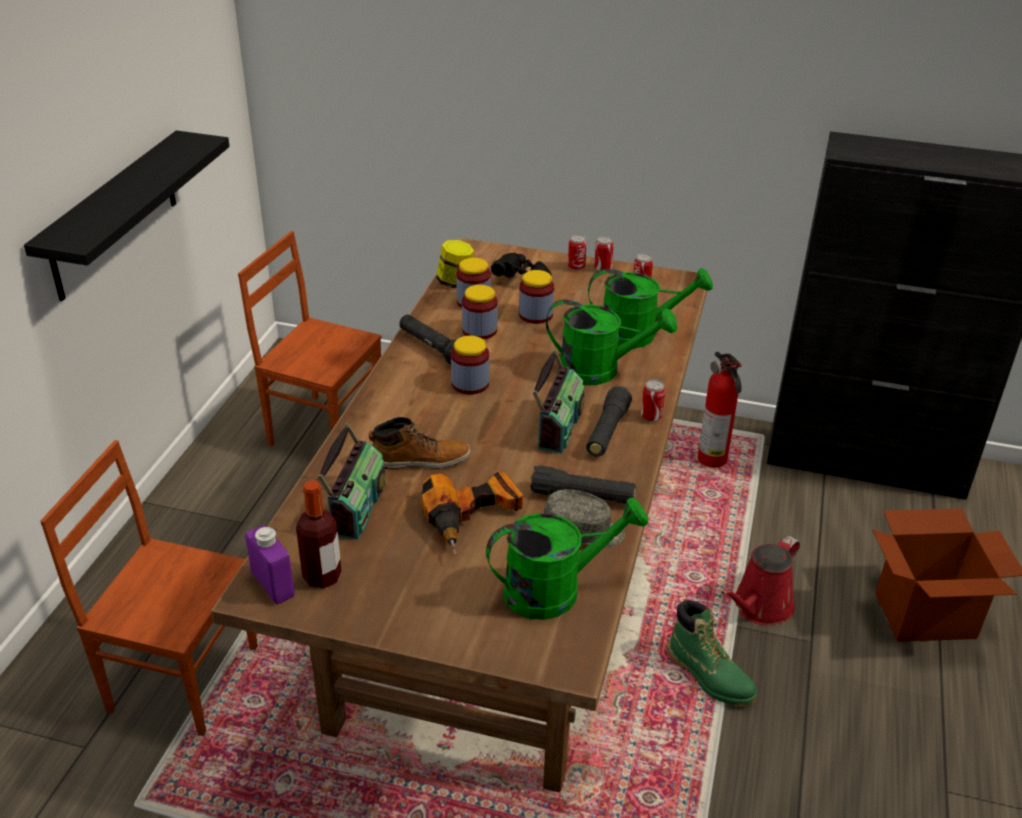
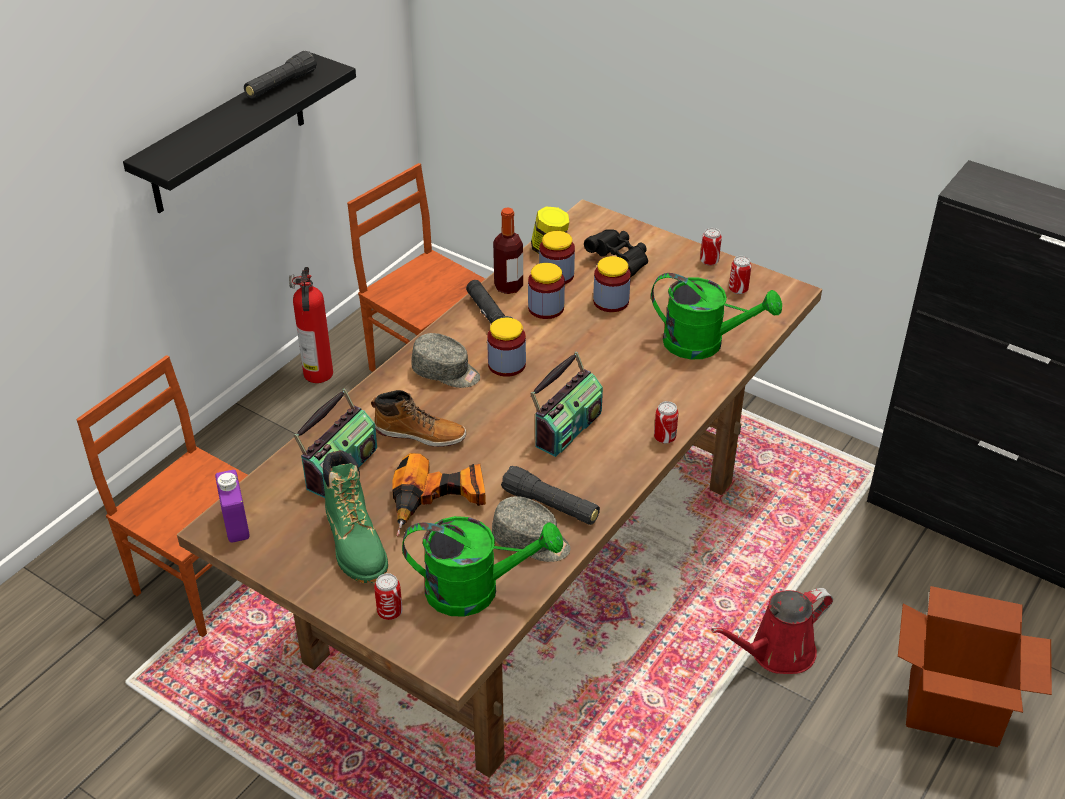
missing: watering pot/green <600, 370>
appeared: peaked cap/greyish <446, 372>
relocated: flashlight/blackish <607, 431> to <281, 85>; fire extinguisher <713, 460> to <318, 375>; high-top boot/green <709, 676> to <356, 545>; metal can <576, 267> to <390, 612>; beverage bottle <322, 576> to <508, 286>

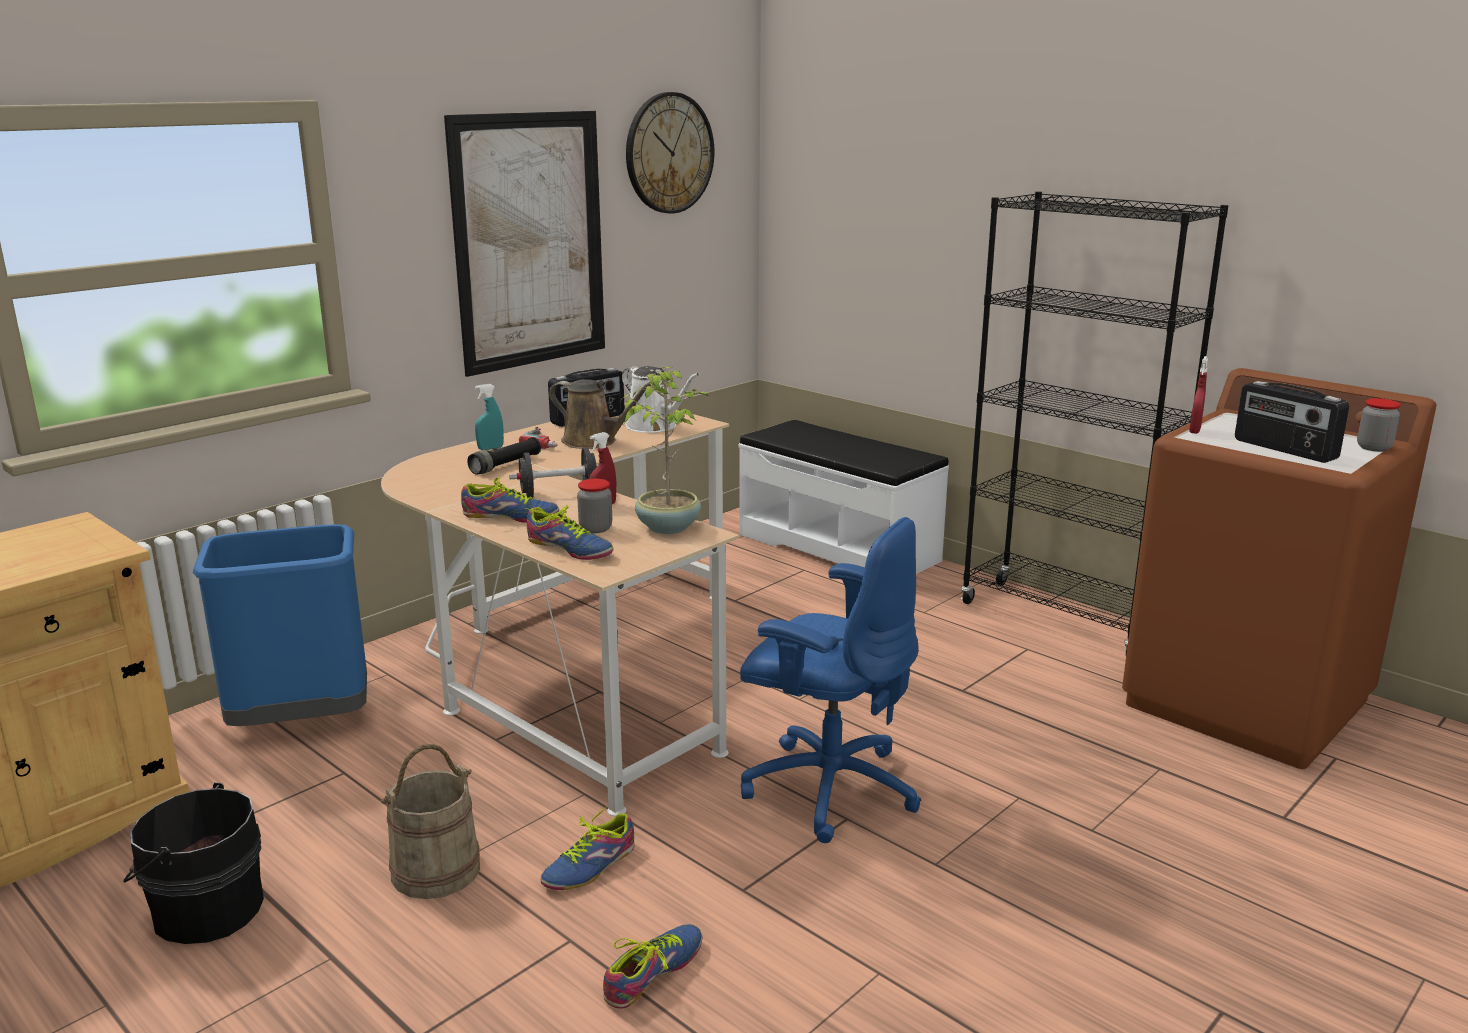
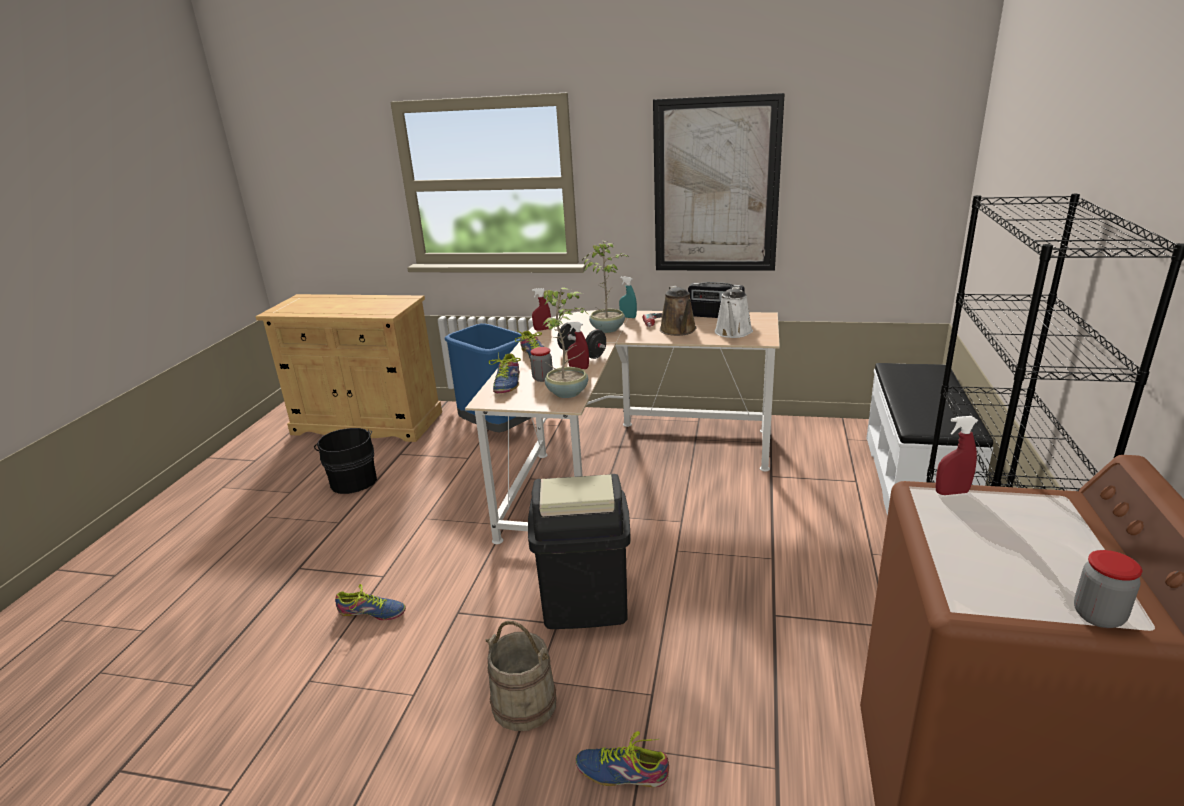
missing: clock on the wall <669, 153>; radio <1284, 450>
appeared: spray bottle/reddish <542, 329>
relocated: pail/sand-coloured <436, 870> to <524, 703>; item of footwear <590, 866> to <622, 772>
exchanged: desk chair/bluish <828, 787> to trash can/blackish <584, 602>; flashlight/blackish <506, 465> to potted plant <608, 329>

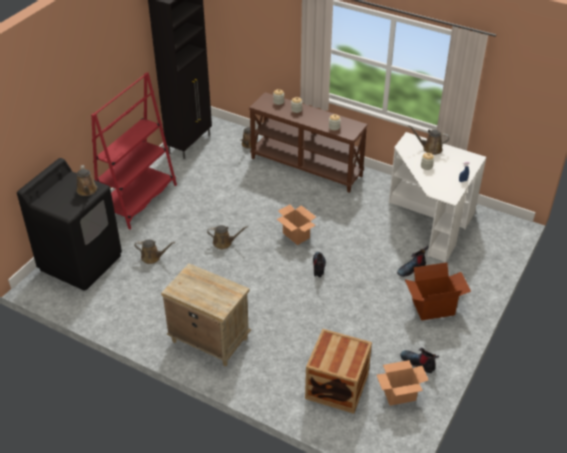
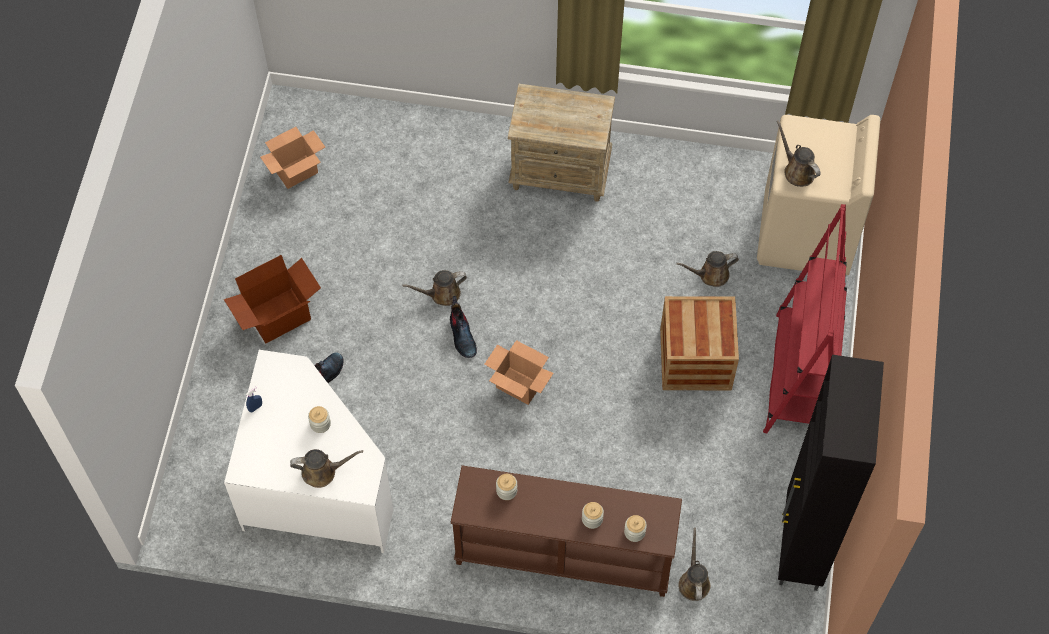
missing: high-top boot <418, 363>
relocated: watering pot/brownish <224, 243> to <442, 294>; packing crate <337, 386> to <695, 359>
colour: laundry machine/blackish <81, 262> to laundry machine/sand-coloured <806, 234>

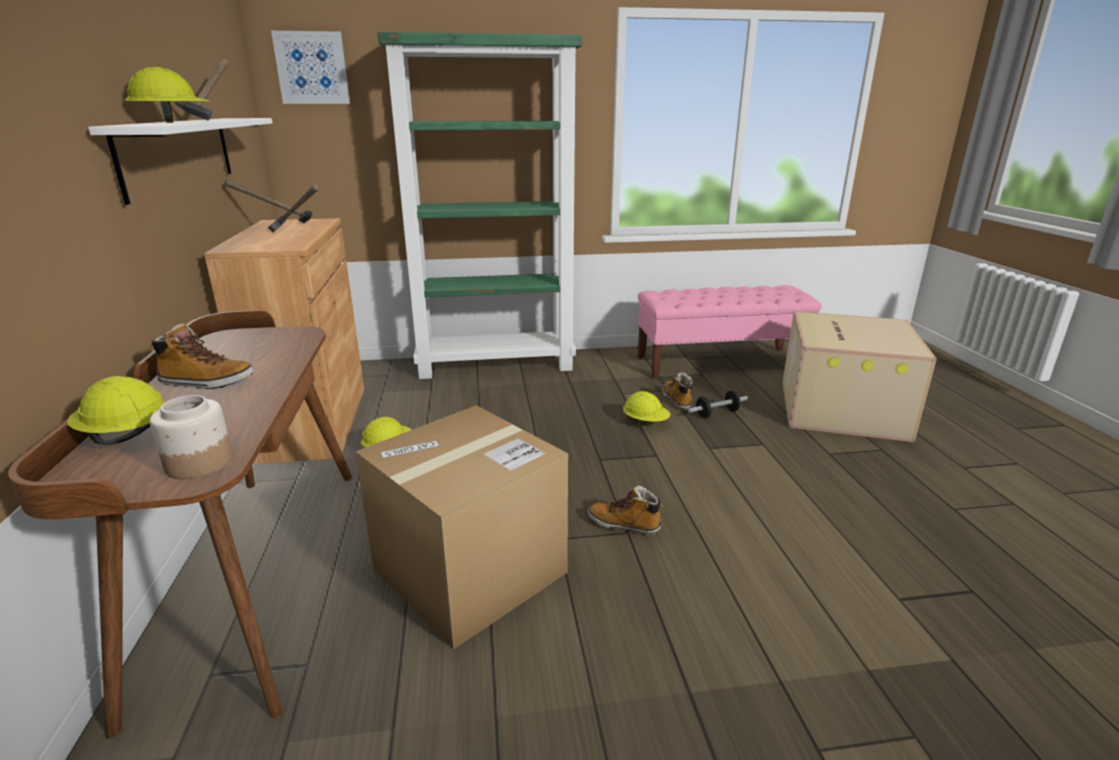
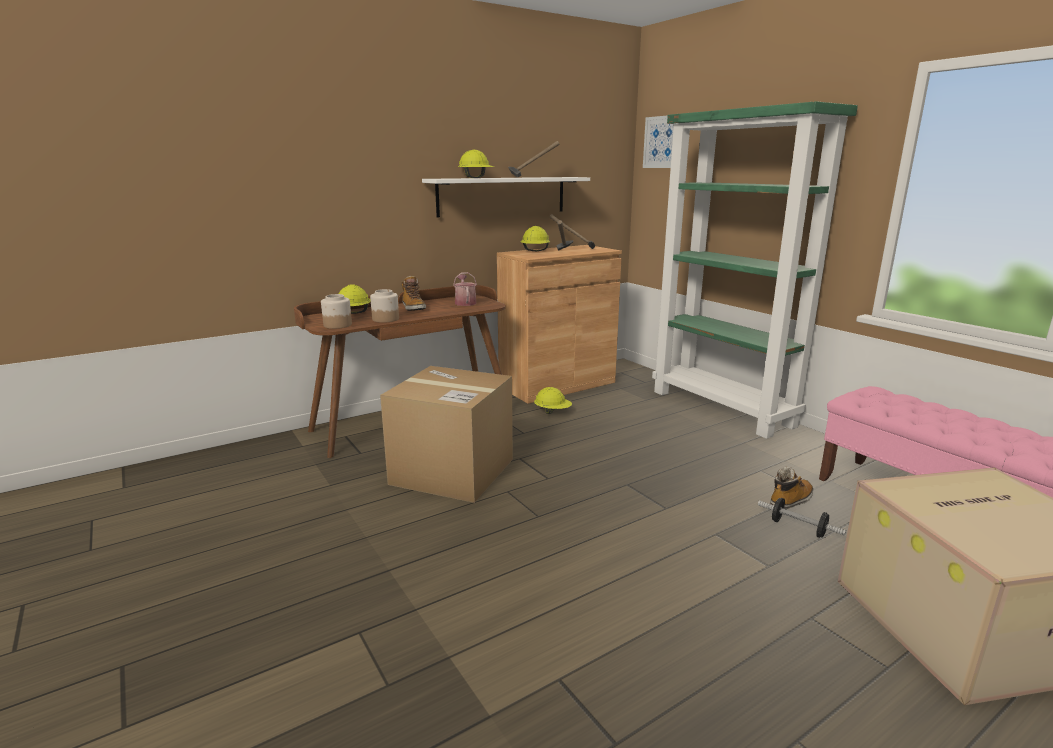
missing: high-top boot <624, 525>
appeared: preserve jar <386, 319>; watering pot <465, 302>
relocated: work helmet/yellowish <645, 422> to <535, 251>

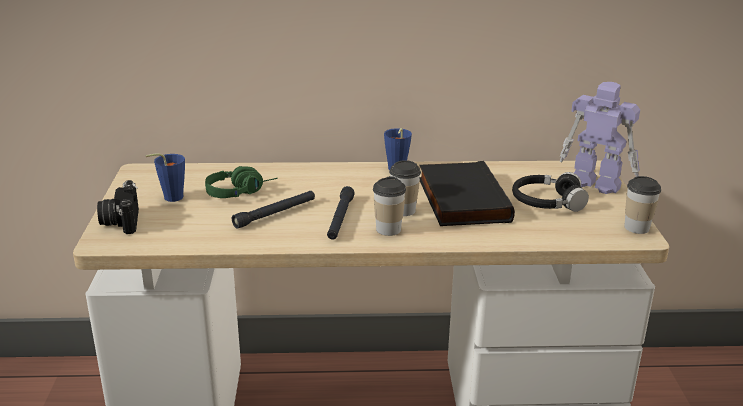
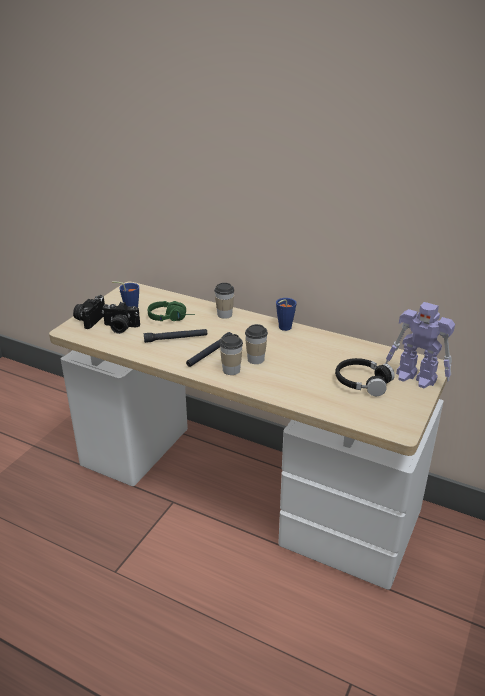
missing: bound book/blackish <460, 199>
appeared: still camera <120, 328>
relocated: small cup <636, 227> to <224, 314>
spun: robot figure <594, 183> = <416, 378> 150 degrees clockwise

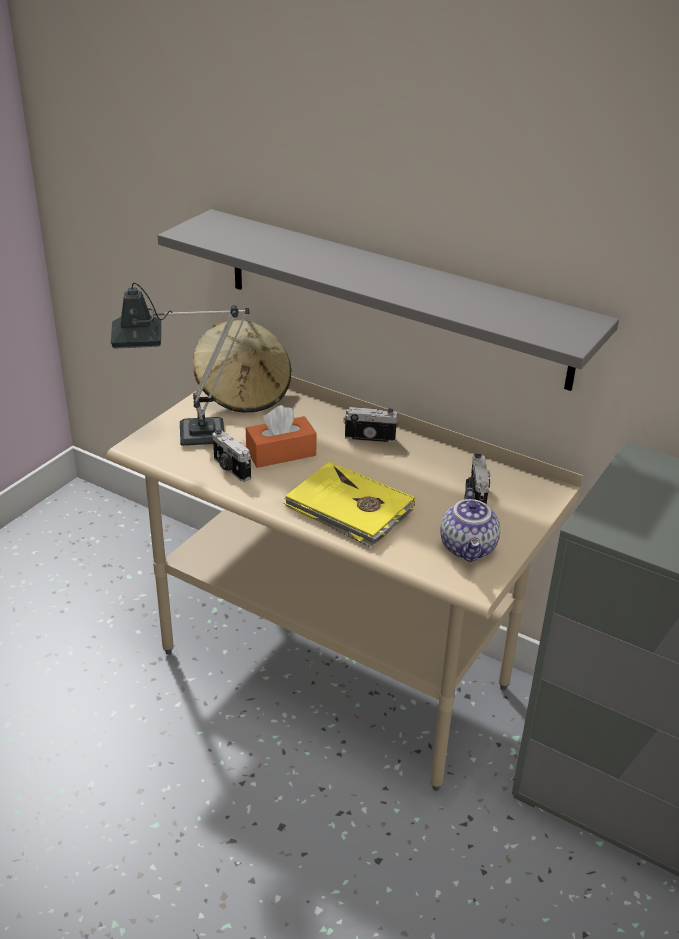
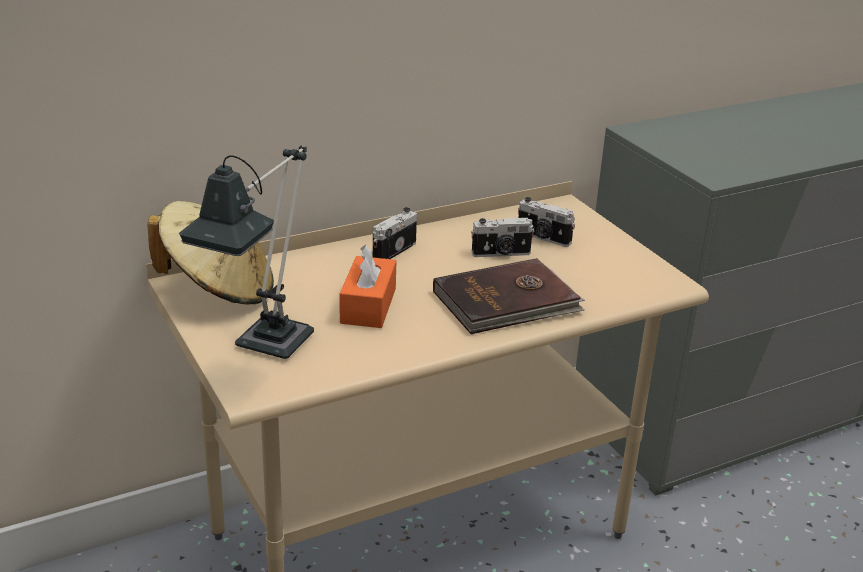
missing: wall shelf/greyish <393, 297>; teapot <469, 548>
relocated: still camera <230, 469> to <501, 254>
colour: bound book/yellowish <349, 509> to bound book/brownish <507, 302>

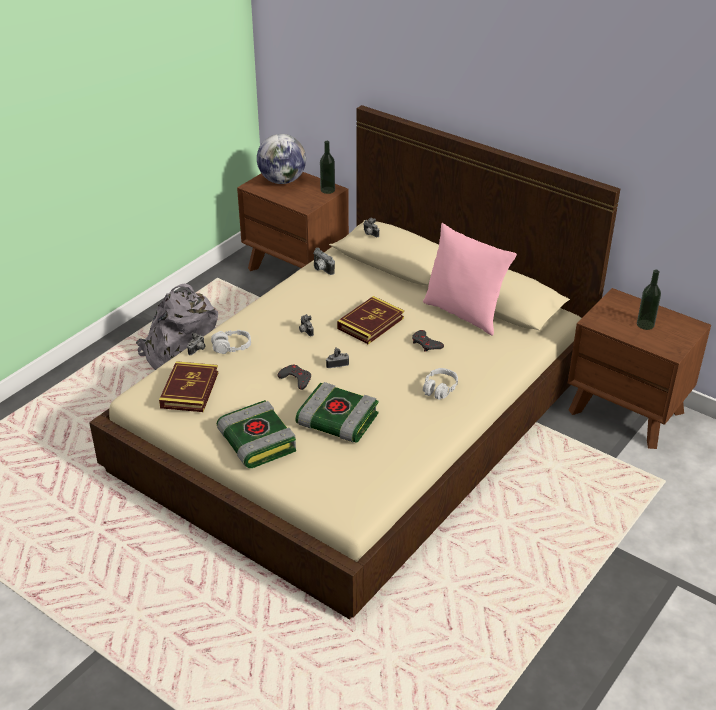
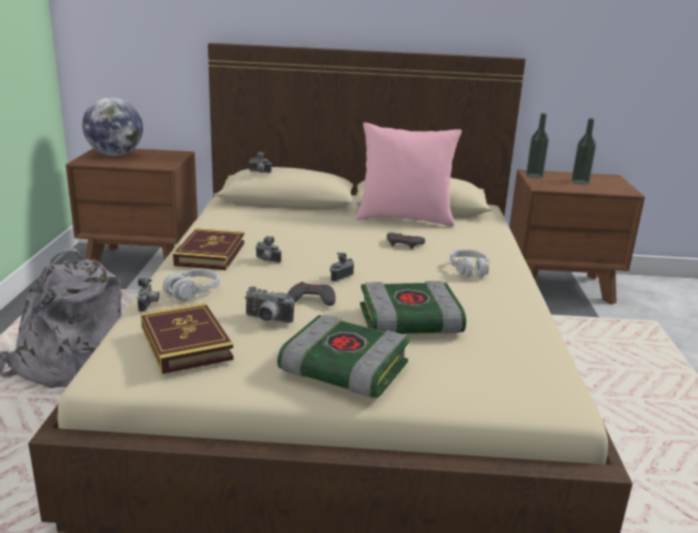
relocated: bound book <370, 323> to <210, 254>; still camera <321, 269> to <267, 320>; beverage bottle <327, 190> to <534, 176>

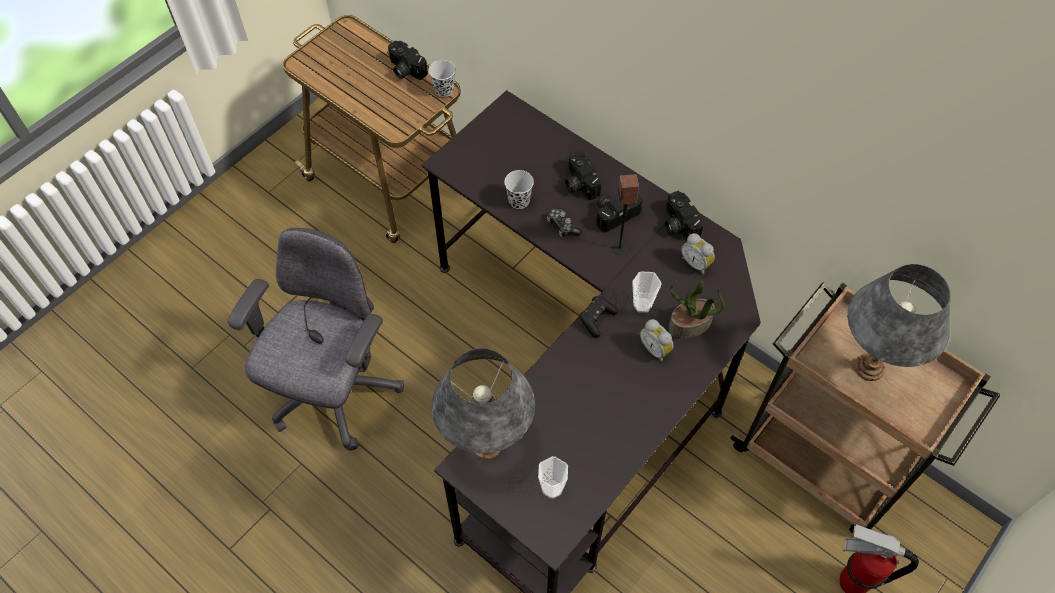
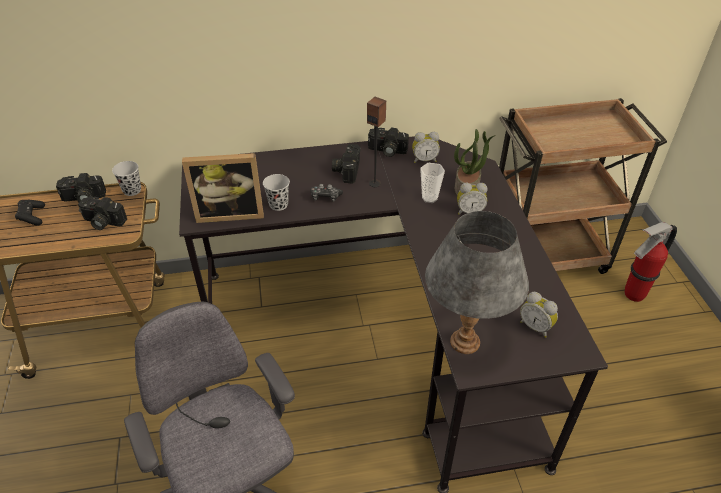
missing: table lamp/greyish <869, 368>
appeared: photo frame <230, 213>
relocated: gamepad/blackish <596, 319> to <32, 217>; still camera <578, 183> to <102, 222>
exchanged: small cup <552, 488> to alarm clock <535, 326>

